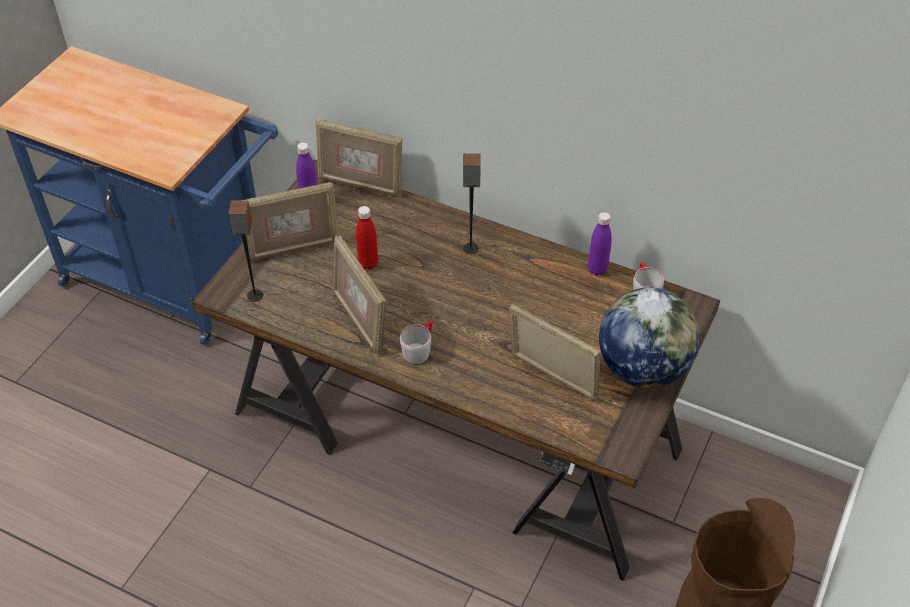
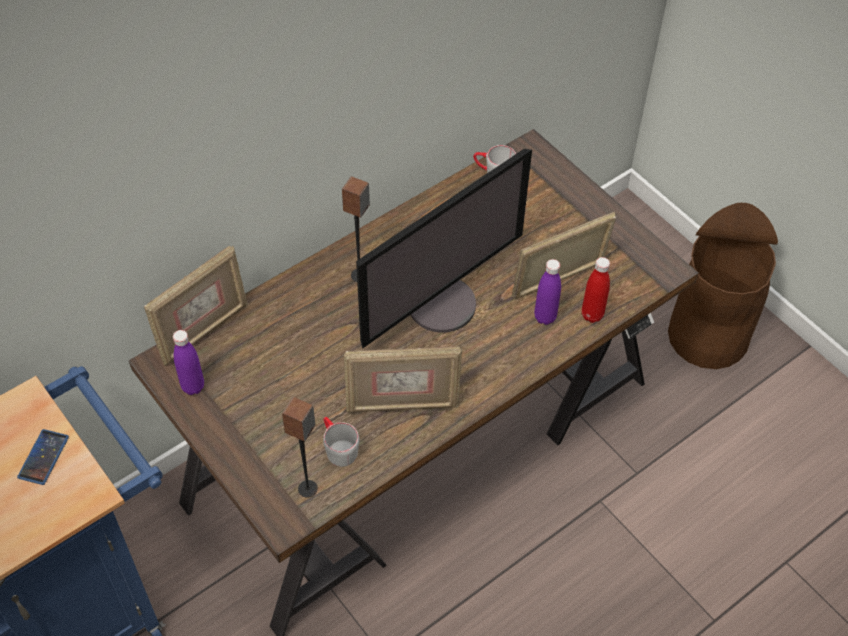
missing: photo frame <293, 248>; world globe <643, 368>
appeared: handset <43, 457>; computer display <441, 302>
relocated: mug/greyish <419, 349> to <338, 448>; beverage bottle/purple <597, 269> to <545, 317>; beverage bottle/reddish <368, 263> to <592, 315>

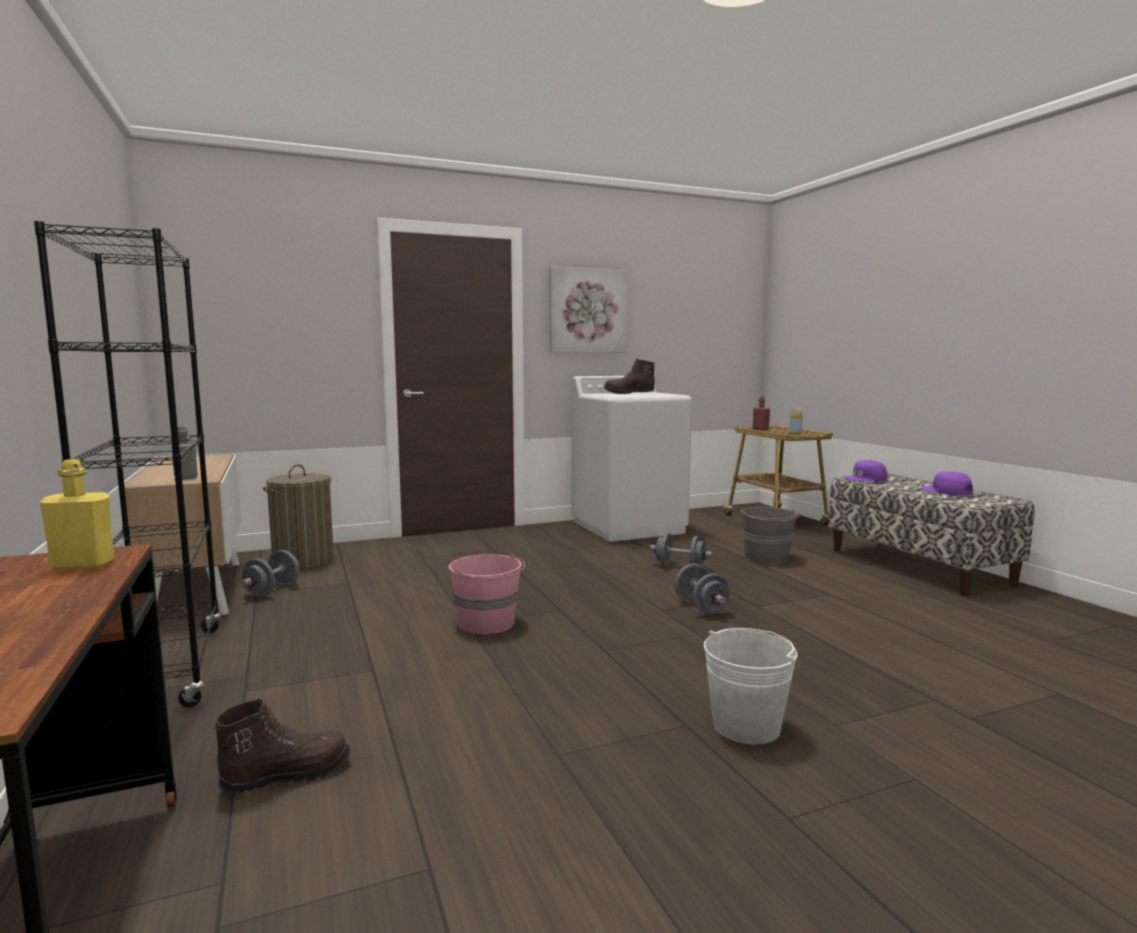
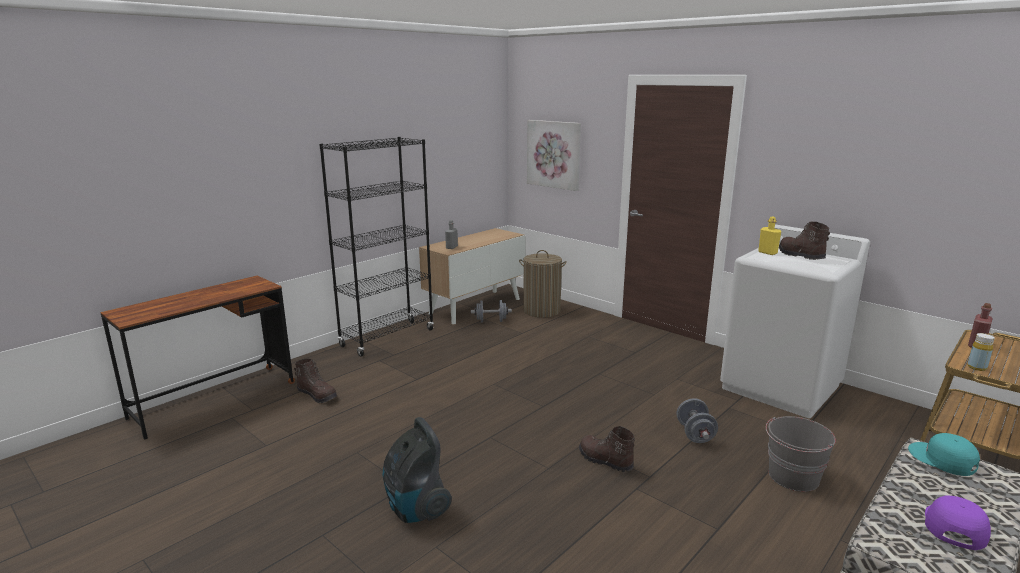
missing: pail/pink <487, 623>
relocated: picture <587, 311> to <554, 154>; beverage bottle/yellowish <83, 565> to <767, 252>
exchanged: pail/whitish <746, 726> to hoover <415, 508>; free weight/greyish <701, 607> to high-top boot/brownish <604, 460>
colour: peaked cap/purple <865, 478> to peaked cap/turquoise <942, 459>

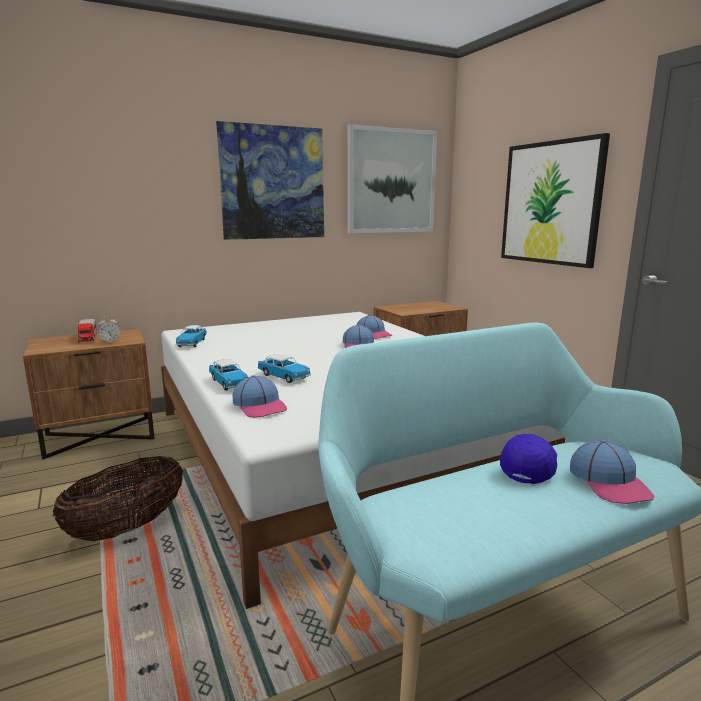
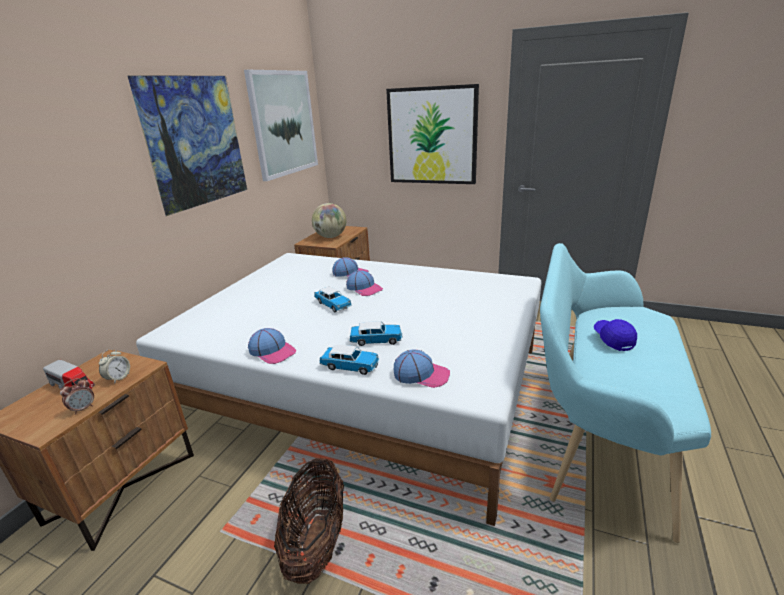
appeared: alarm clock <83, 408>; world globe <330, 237>
relocated: peaked cap <609, 483> to <273, 351>; toy car <192, 343> to <333, 305>

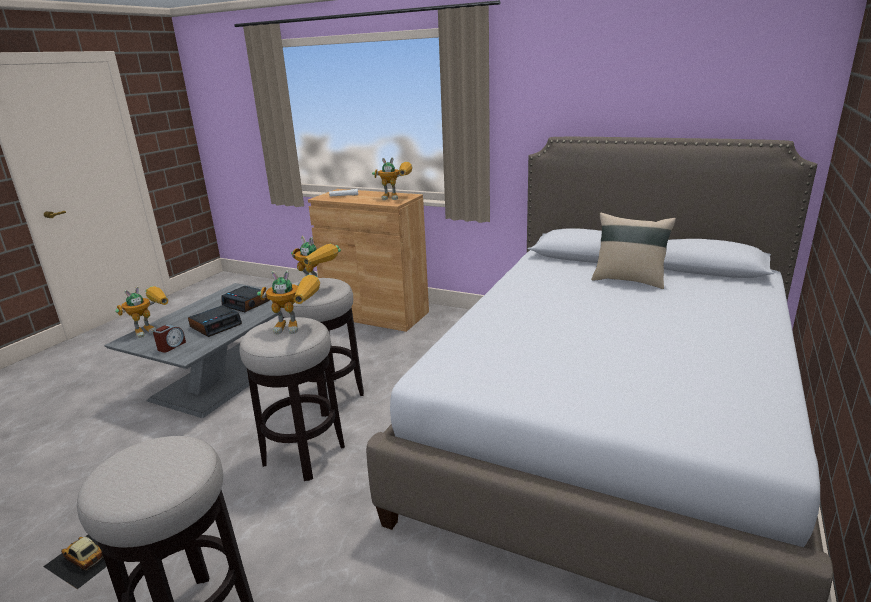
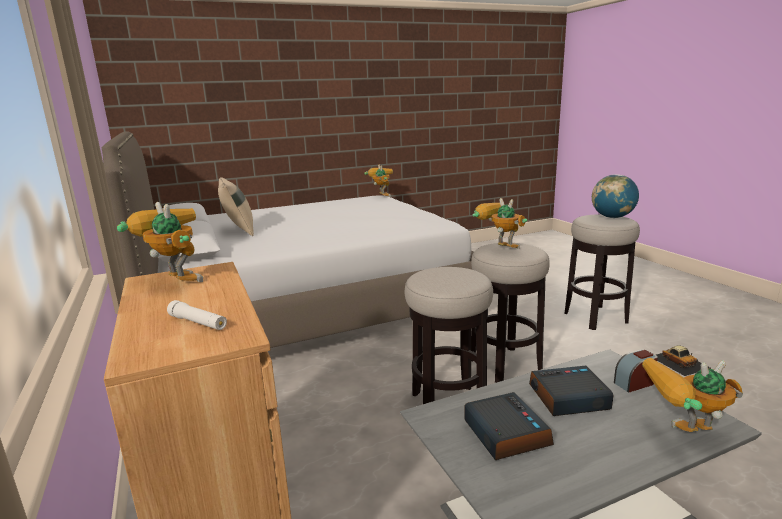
appeared: world globe <612, 217>
relocated: robot figure <318, 287> to <381, 195>

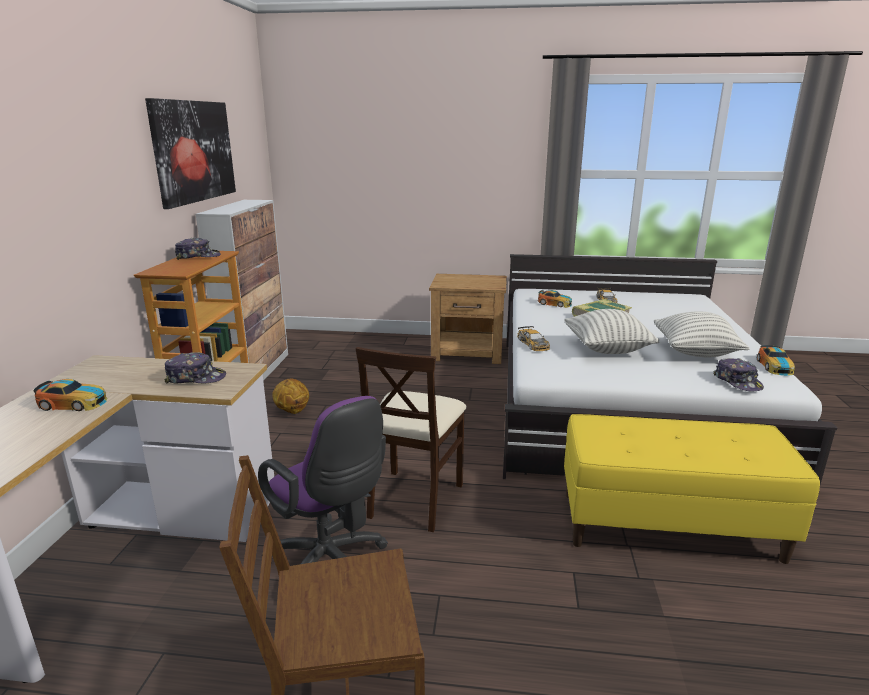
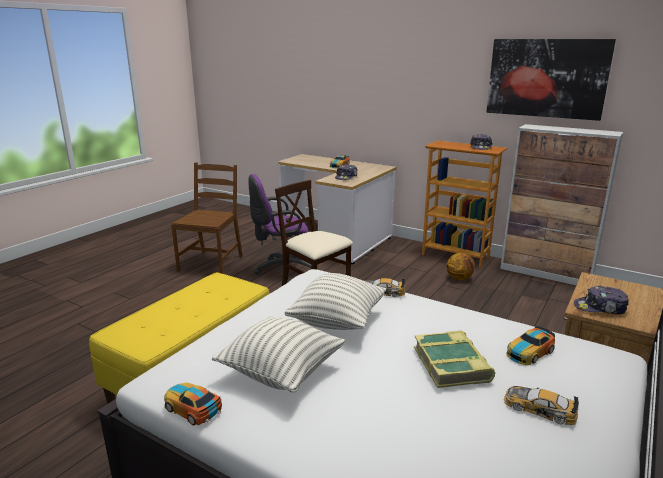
relocated: peaked cap <738, 382> to <600, 308>

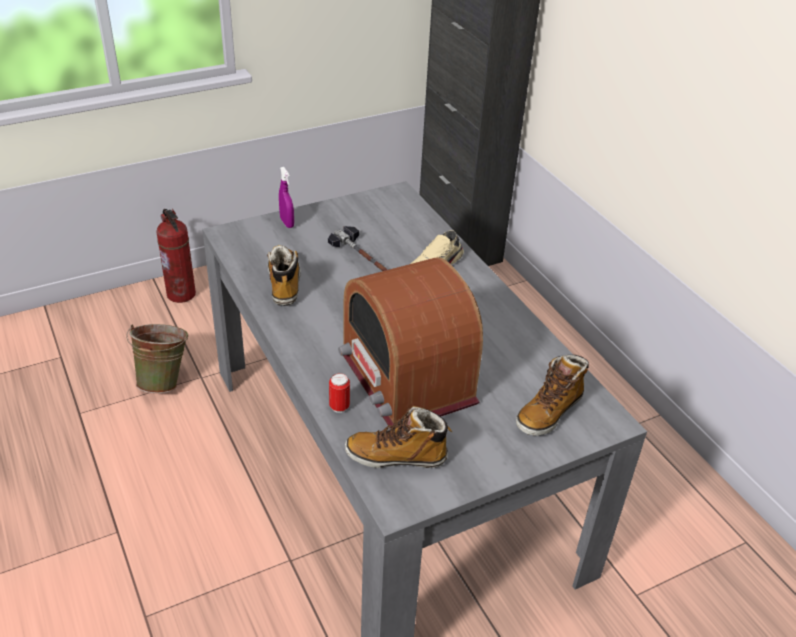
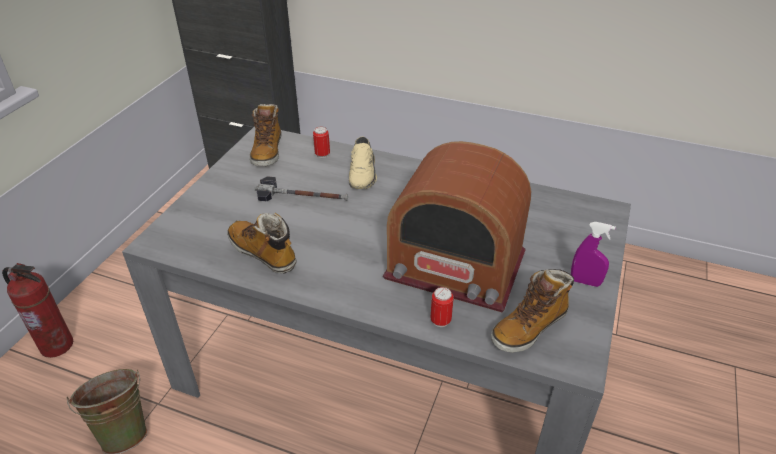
appeared: metal can <322, 154>
relocated: high-top boot <549, 412> to <267, 151>; spray bottle/purple <287, 223> to <585, 282>

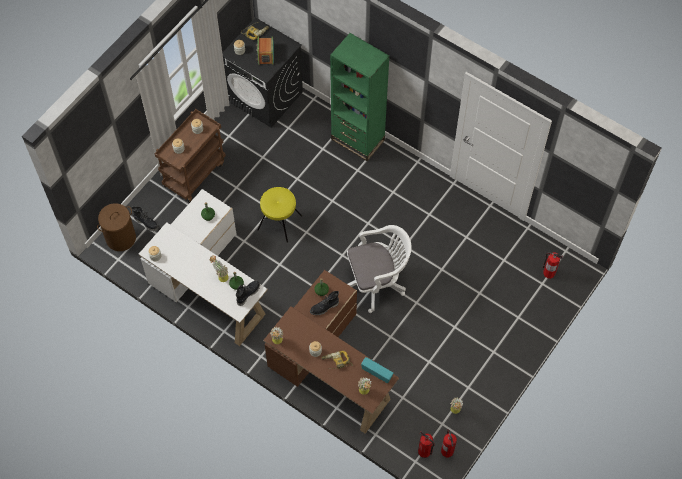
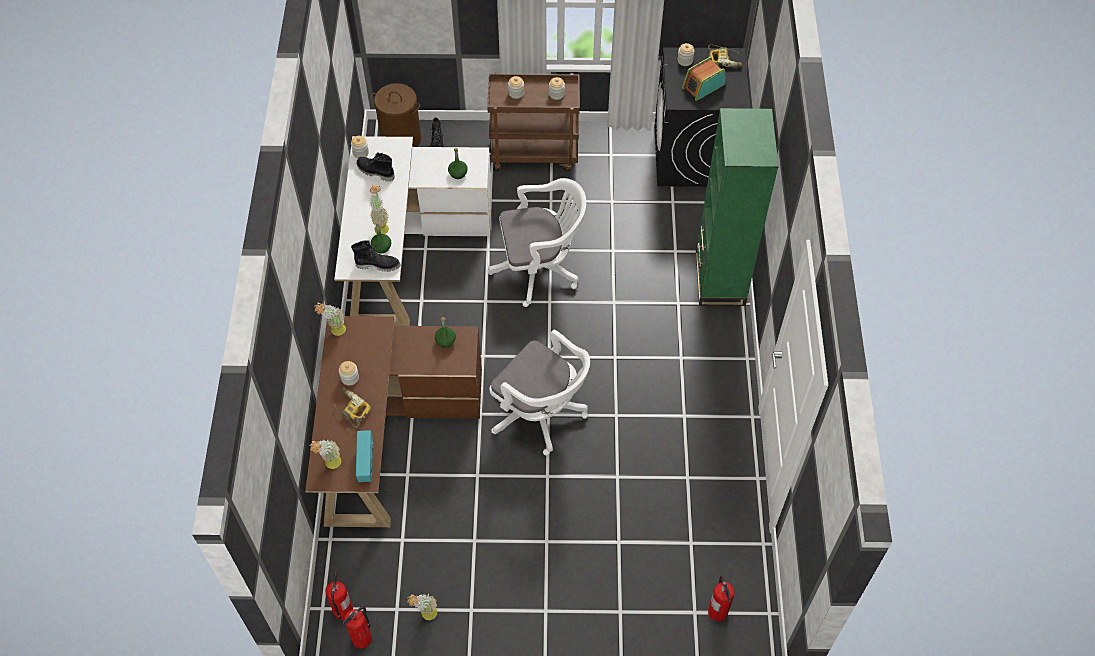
relocated: high-top boot/blackish <324, 308> to <375, 172>
exchanged: stool/yellowish <280, 222> to desk chair/whitish <540, 268>

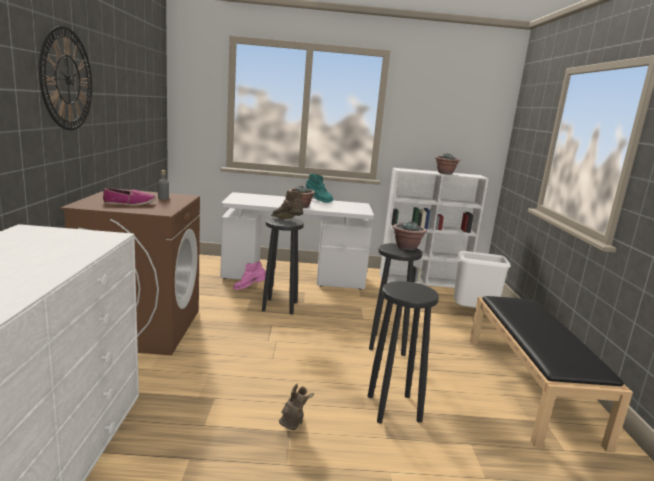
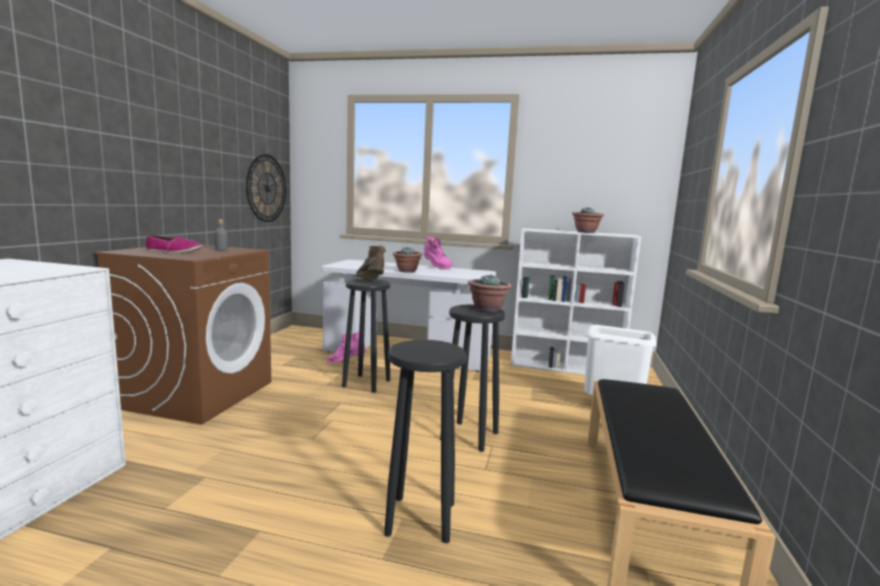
missing: high-top boot/brownish <292, 427>
relocated: clock on the wall <67, 79> to <267, 188>
colour: high-top boot/turquoise <317, 200> to high-top boot/pink <436, 267>

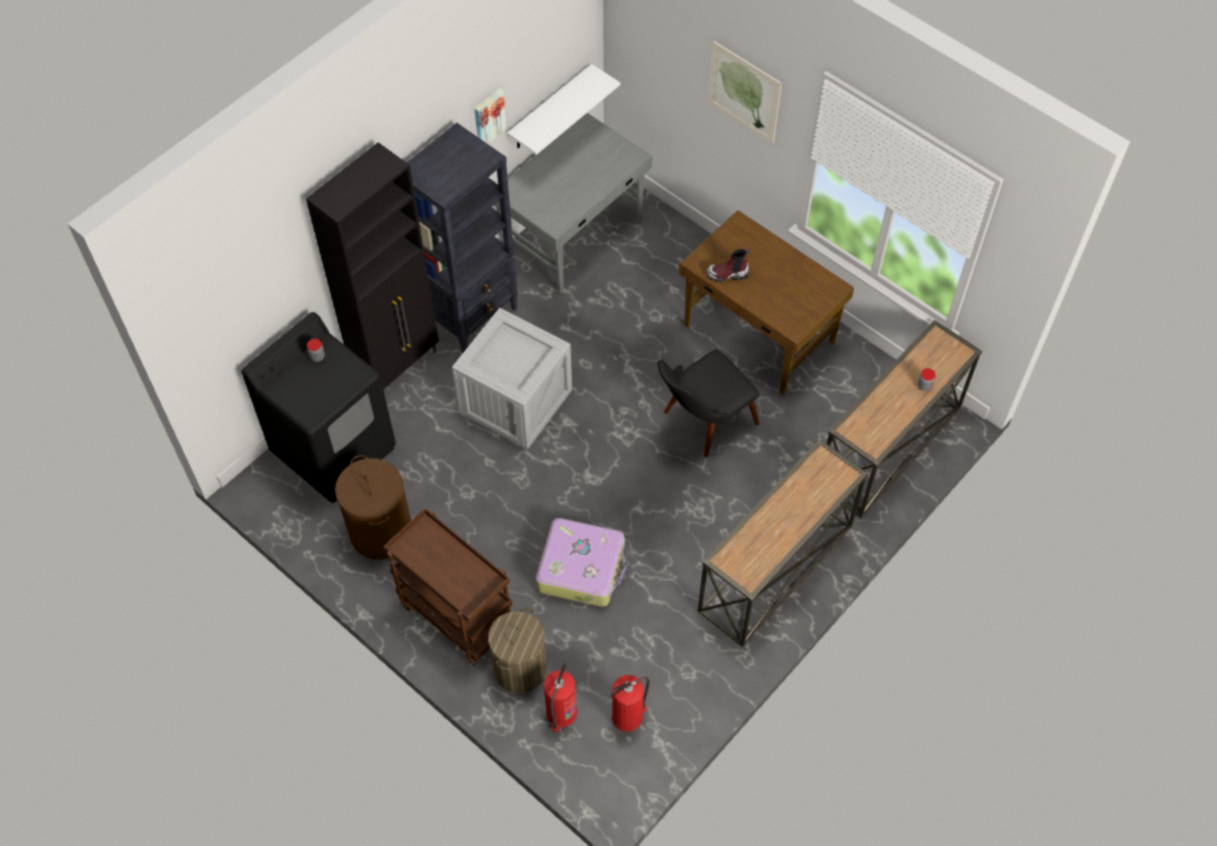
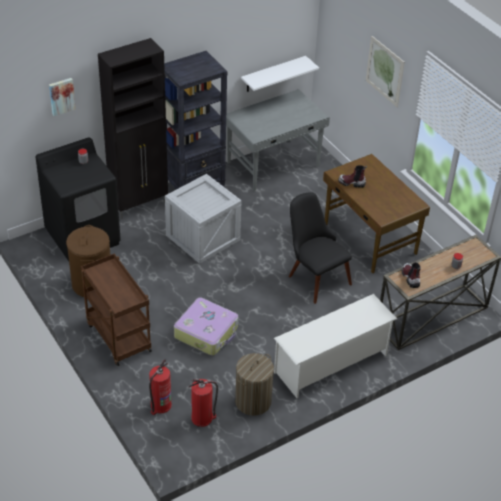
appeared: high-top boot <410, 277>
relocated: picture <489, 117> to <61, 96>; washing basket <520, 668> to <253, 401>
exchanged: console table <776, 569> to shoe stand/whitish <331, 364>
spun: chair/blackish <701, 423> = <314, 276> 75 degrees clockwise

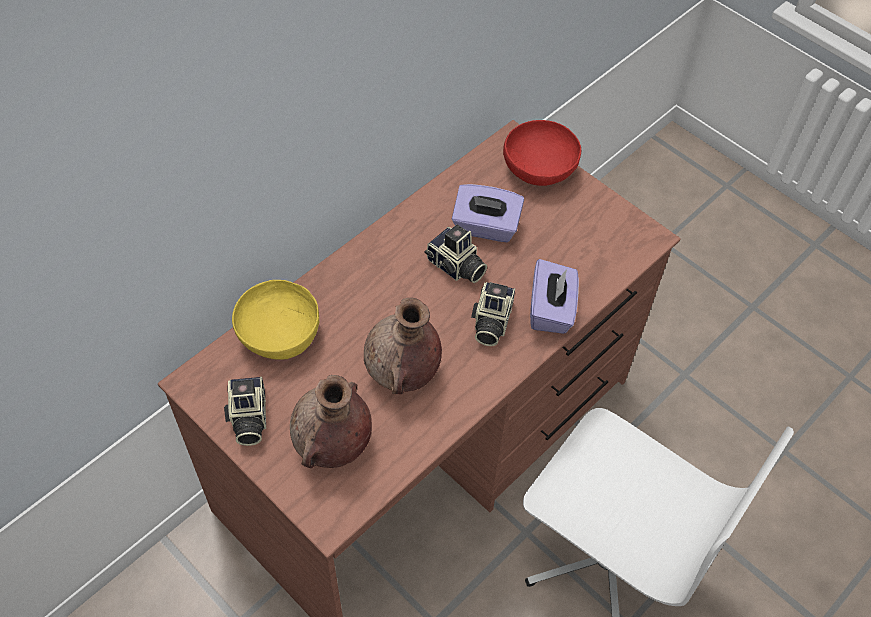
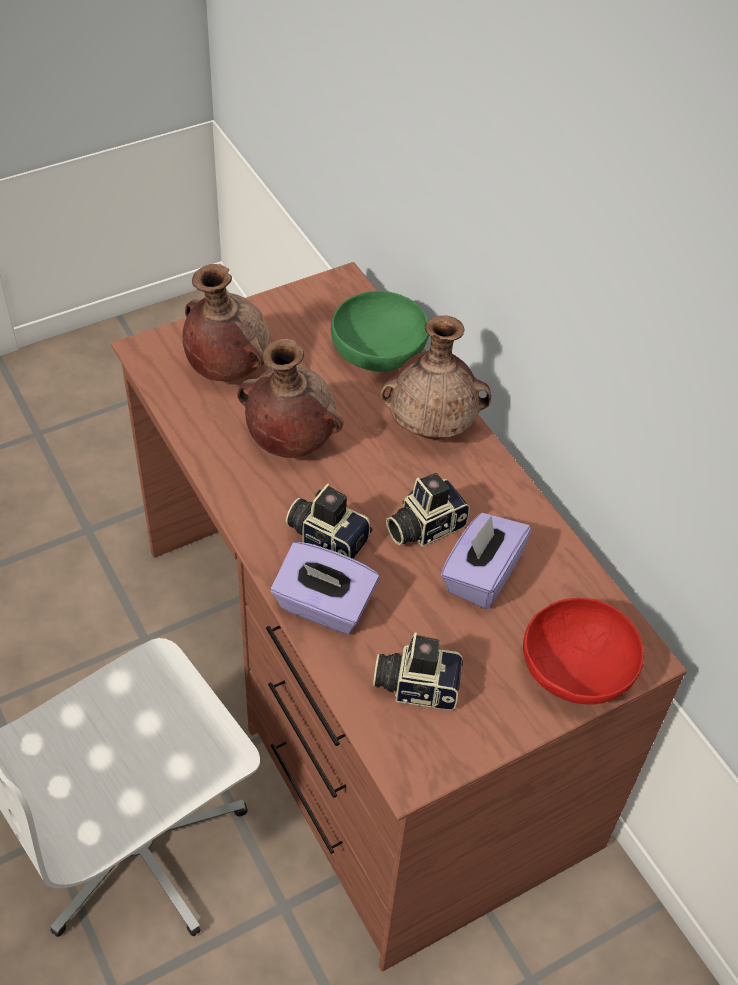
appeared: vase/brownish <432, 428>
relocated: still camera <248, 418> to <416, 685>
colour: bowl/yellowish <278, 334> to bowl/green <379, 352>

